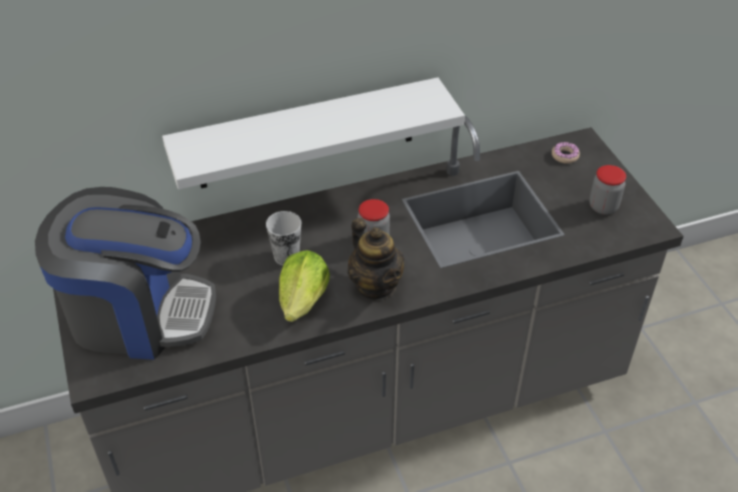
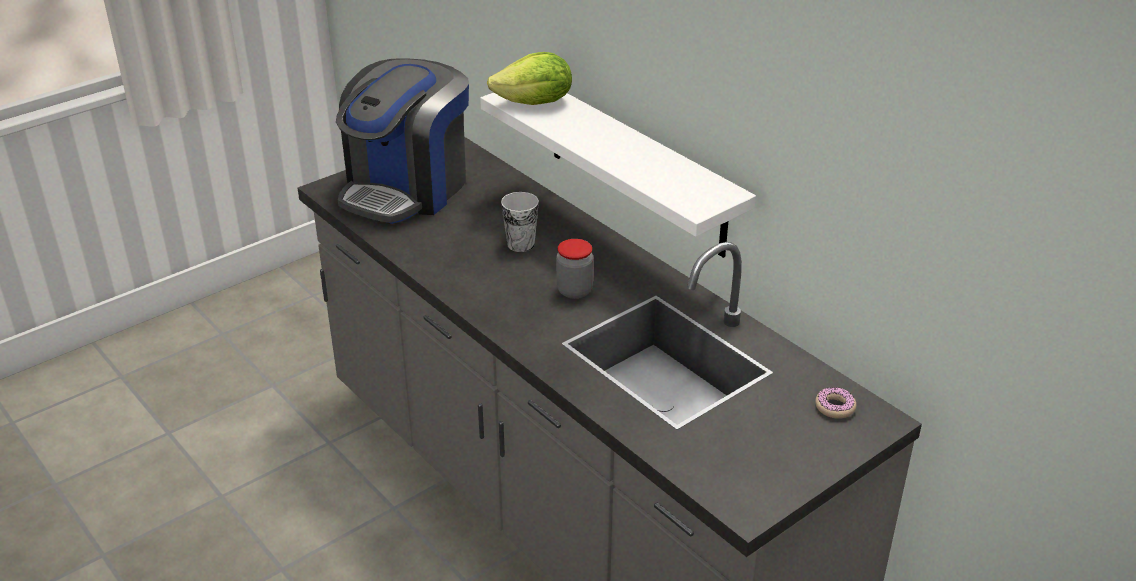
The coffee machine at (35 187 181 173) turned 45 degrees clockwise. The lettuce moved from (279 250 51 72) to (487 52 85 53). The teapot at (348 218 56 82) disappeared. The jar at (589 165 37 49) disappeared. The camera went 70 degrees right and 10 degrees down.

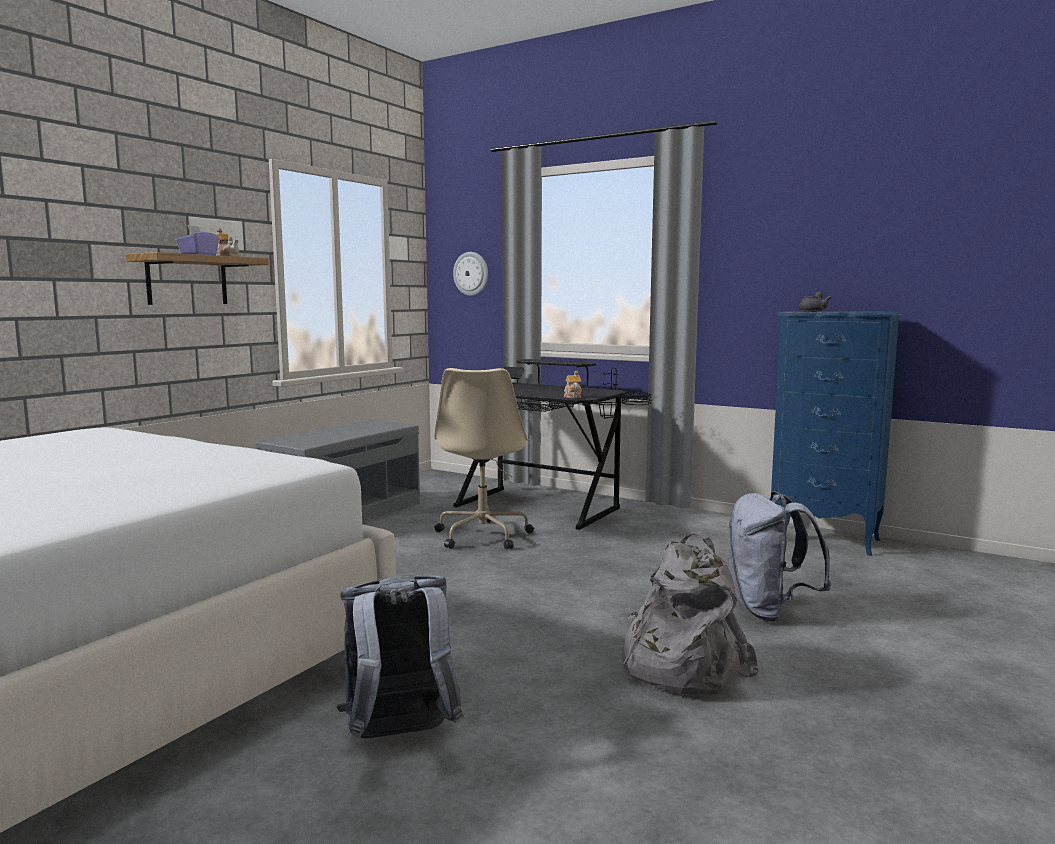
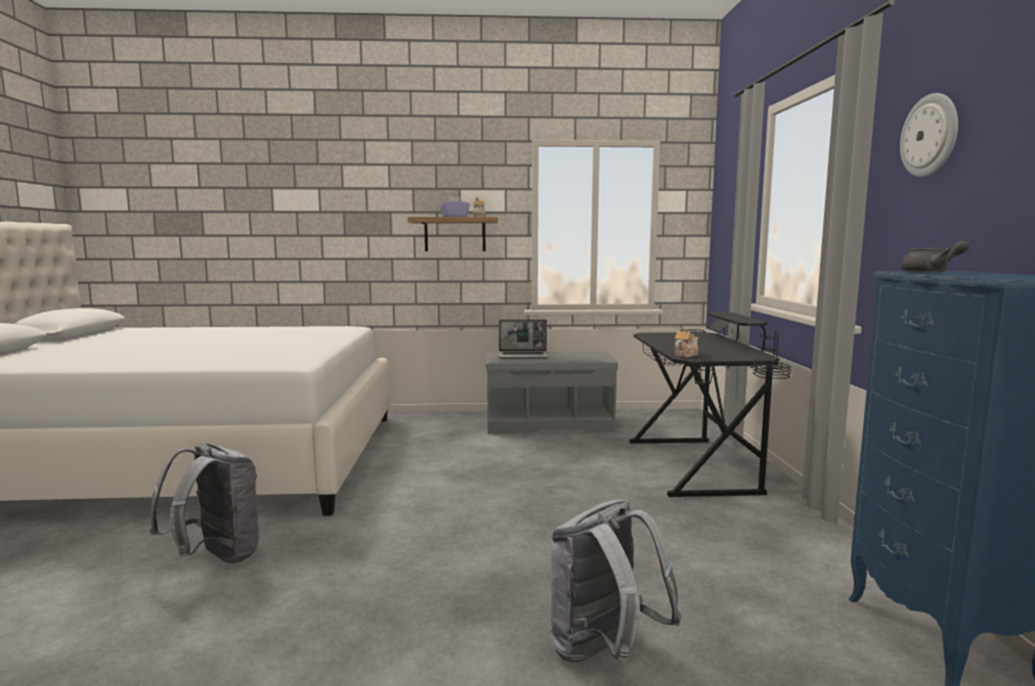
The laptop at (498 319 51 40) appeared. The wall clock moved from (453 252 35 44) to (900 93 58 84). The beige office chair at (434 368 100 181) disappeared. The grey backpack at (622 531 137 164) disappeared. The camera went 55 degrees right and 0 degrees up.

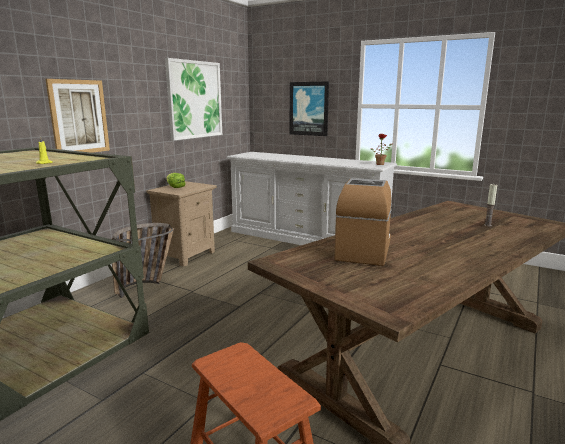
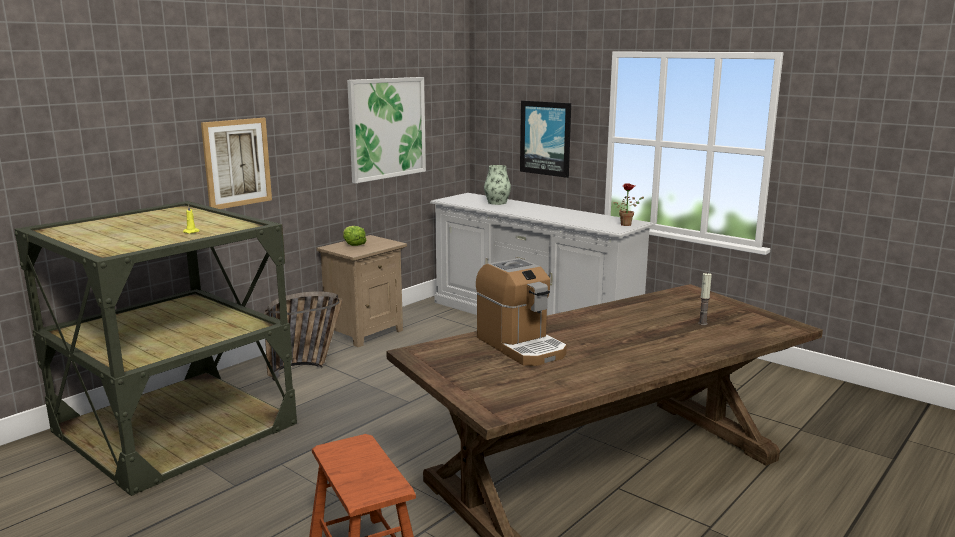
The coffee machine at (334 178 57 88) turned 120 degrees clockwise. The vase at (484 165 27 40) appeared. The camera went 10 degrees right and 0 degrees up.

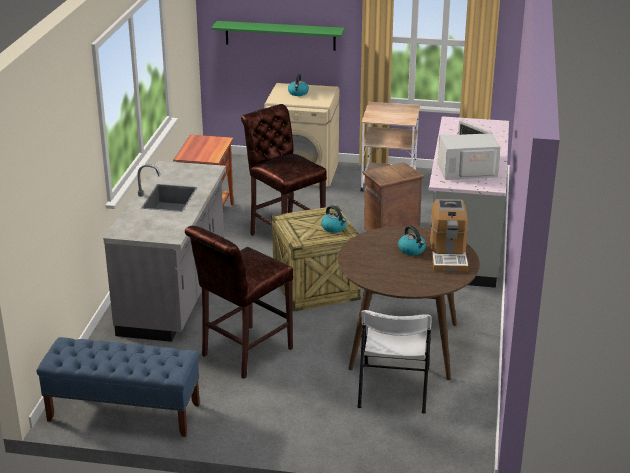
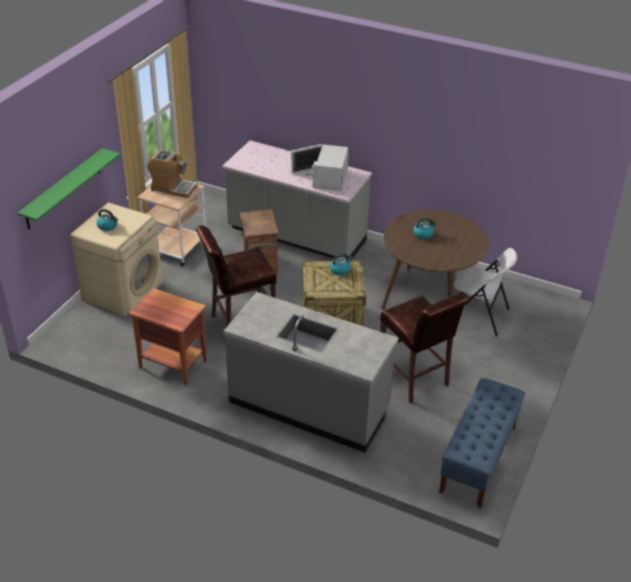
The coffee machine moved from (430 199 38 72) to (147 150 50 48). The camera went 75 degrees left and 10 degrees up.

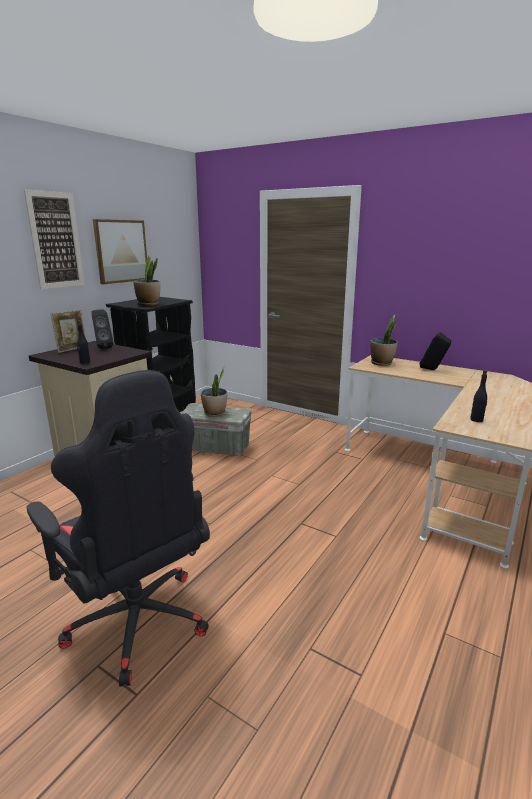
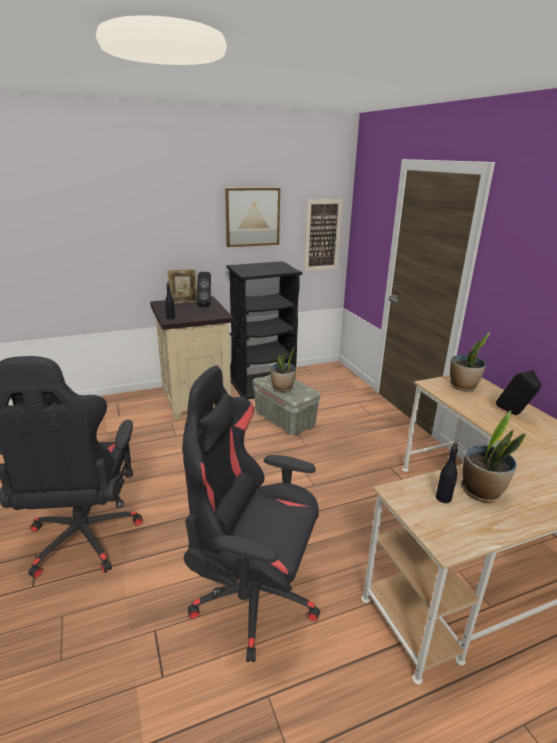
The black office chair at (182 365 138 297) appeared. The picture moved from (24 189 61 100) to (304 199 39 72). The potted plant moved from (134 254 27 52) to (461 411 65 91). The camera went 35 degrees right and 5 degrees up.

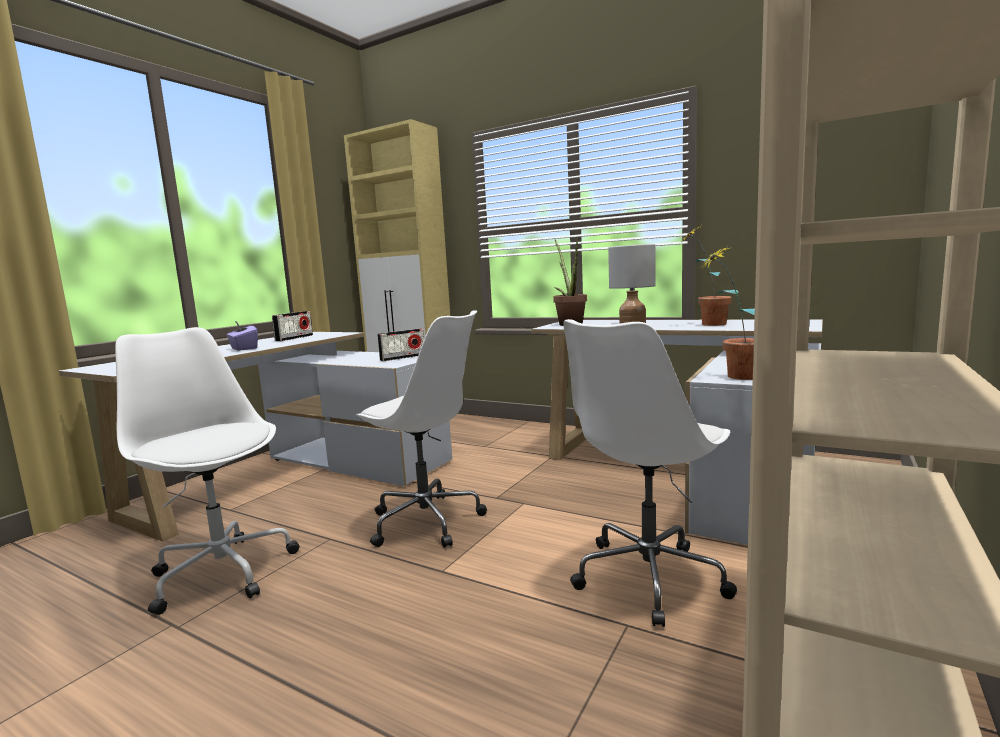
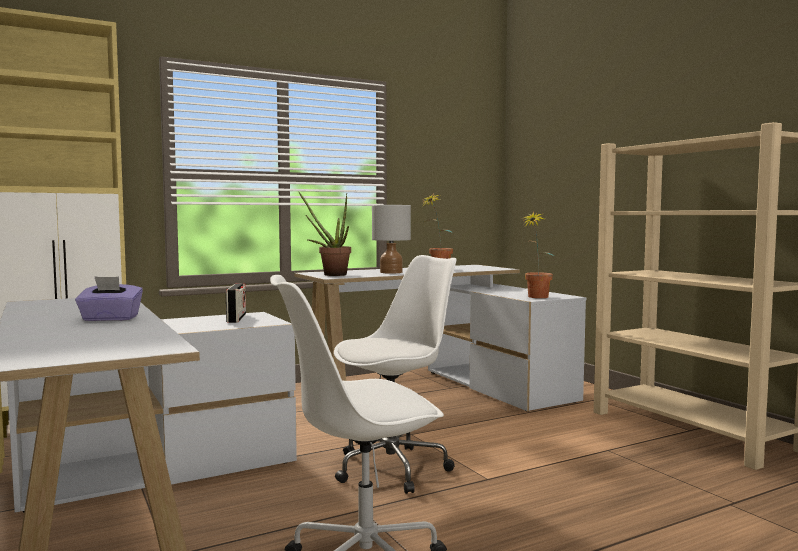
The radio at (272 311 41 30) disappeared. The white office chair at (564 319 173 308) disappeared. The camera went 60 degrees left and 5 degrees down.

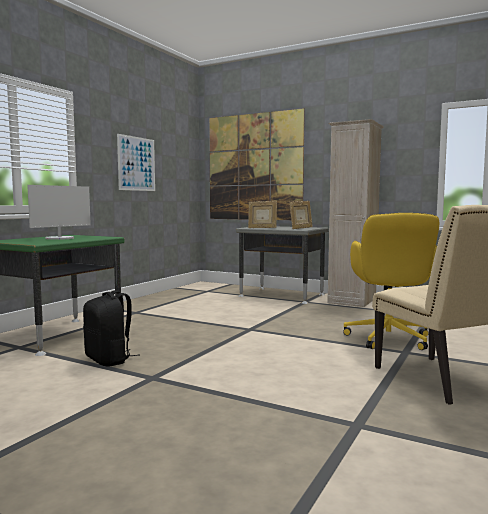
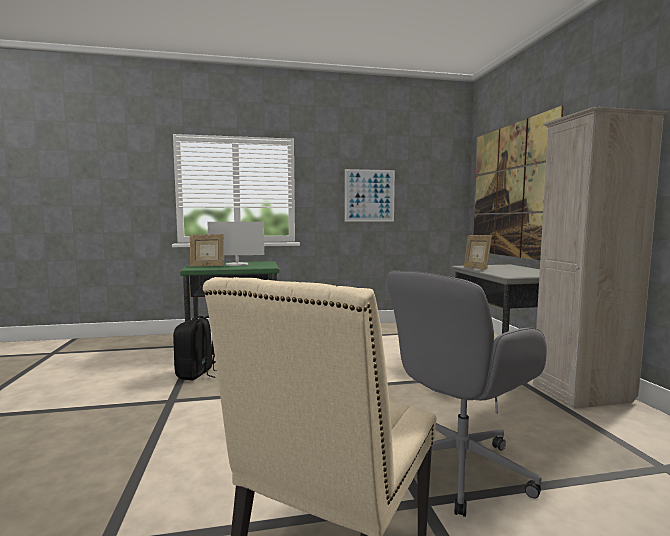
The picture frame moved from (289 201 24 28) to (190 234 34 33). The yellow office chair at (343 213 96 137) became the grey office chair at (387 271 160 246). The camera went 50 degrees right and 0 degrees up.

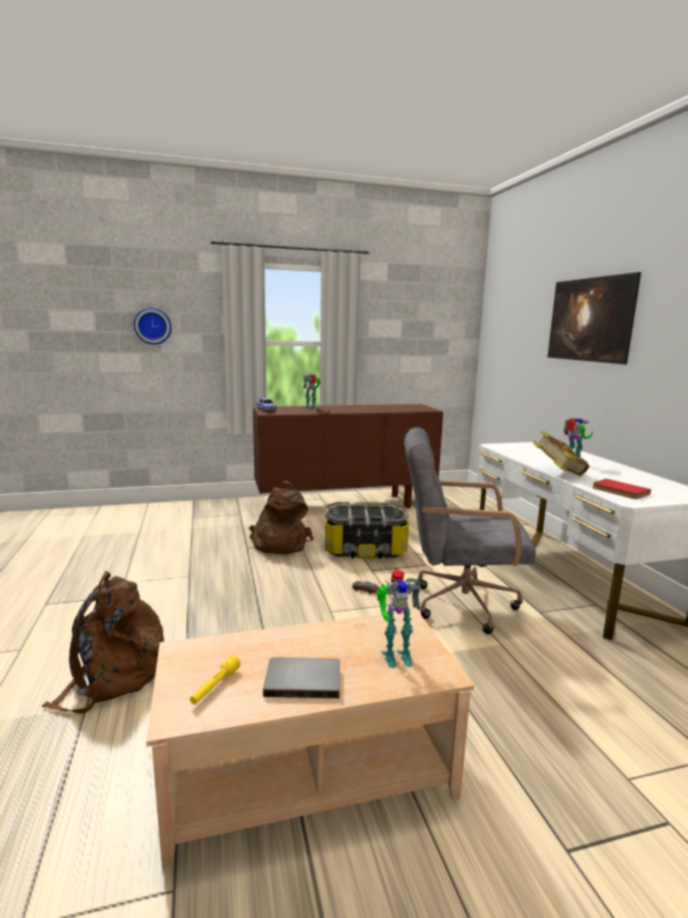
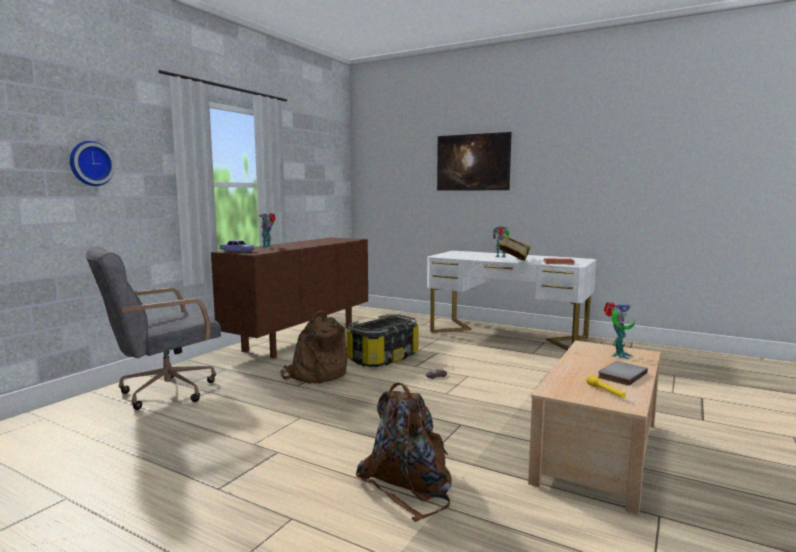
The grey office chair moved from (404 427 132 207) to (85 247 136 163). The camera went 45 degrees left and 5 degrees down.

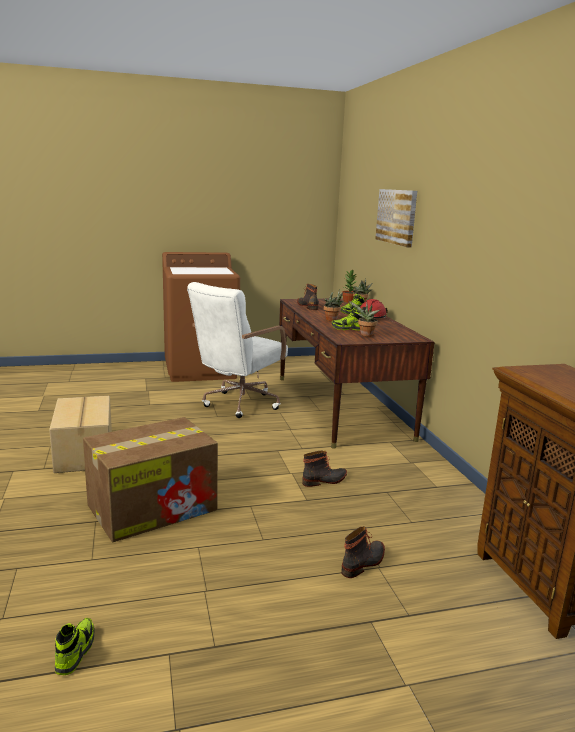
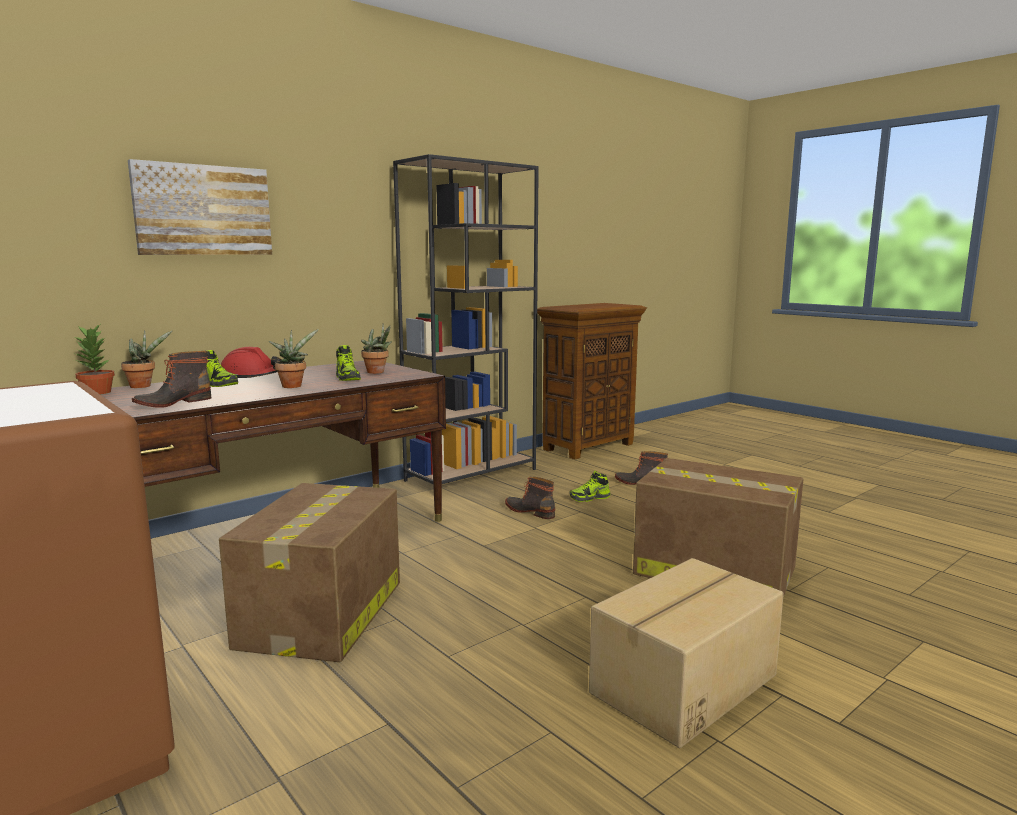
The white office chair at (187 282 101 136) was replaced by the cardboard box at (219 483 181 179). The bookcase at (393 154 146 330) appeared. The shoe moved from (55 618 40 57) to (569 471 41 31). The camera went 115 degrees left and 5 degrees down.

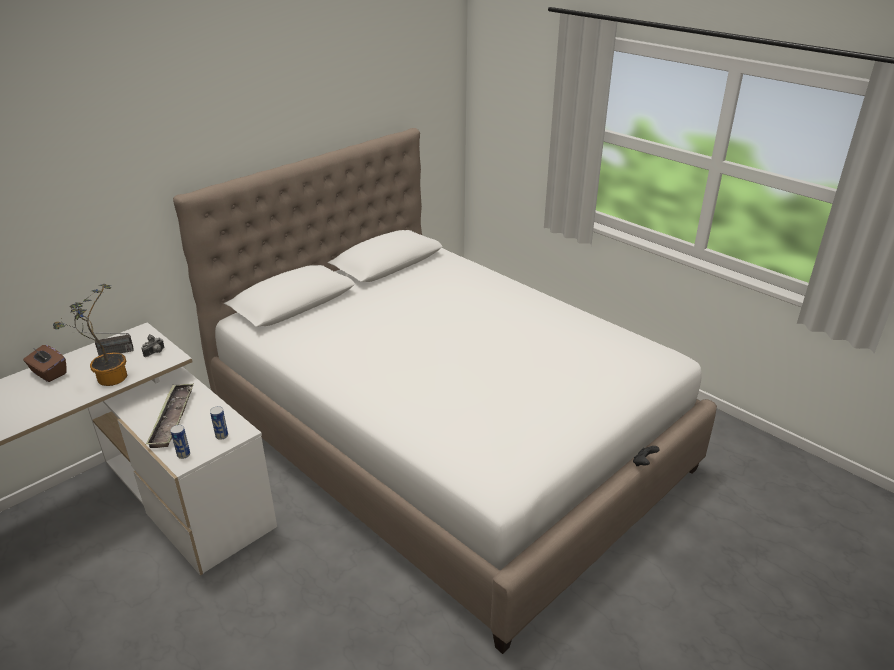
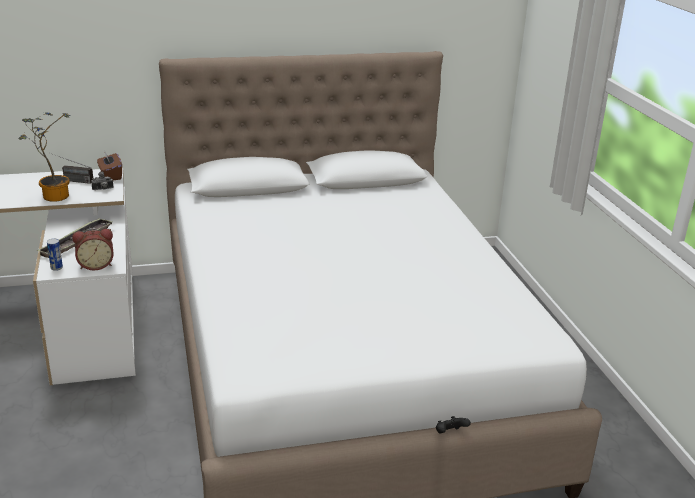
The can at (210 406 18 34) was replaced by the alarm clock at (72 229 42 41). The brown tissue box moved from (23 345 44 37) to (97 150 25 30). The camera went 30 degrees right and 5 degrees down.

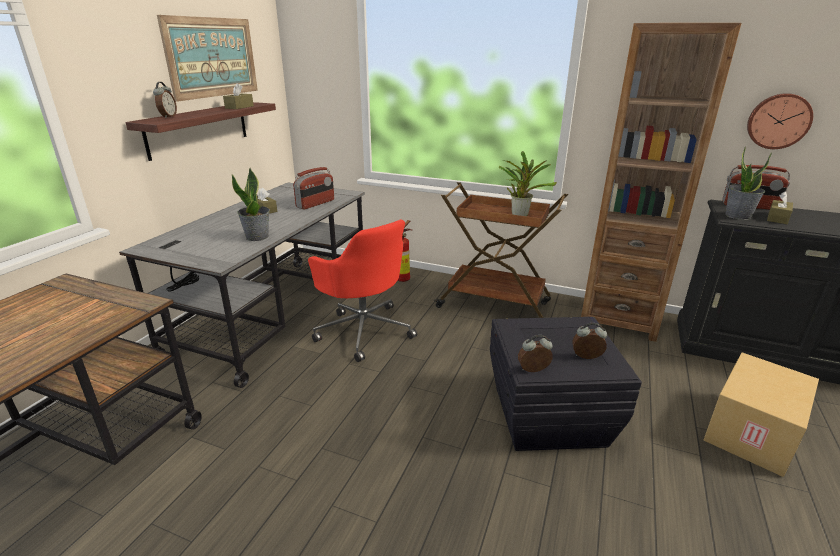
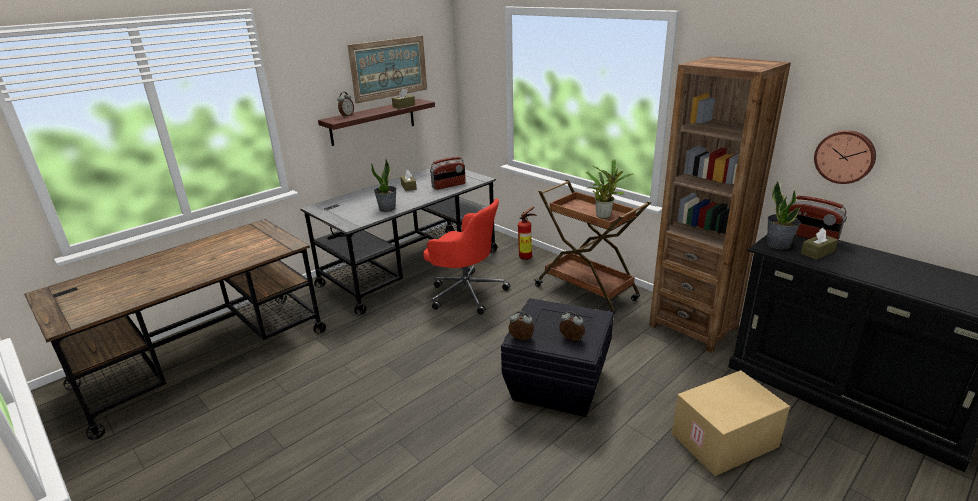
The red office chair at (308 220 109 142) turned 45 degrees counterclockwise. The camera went 25 degrees right and 0 degrees up.

